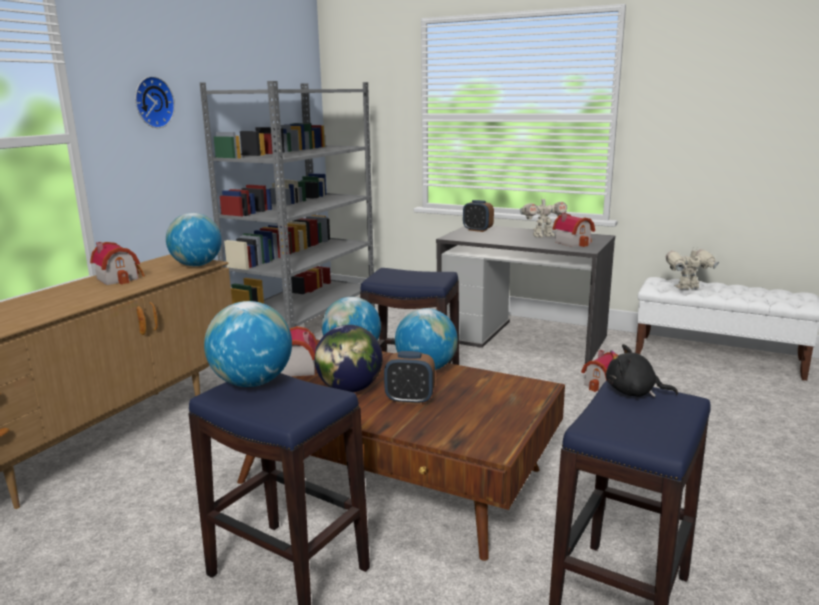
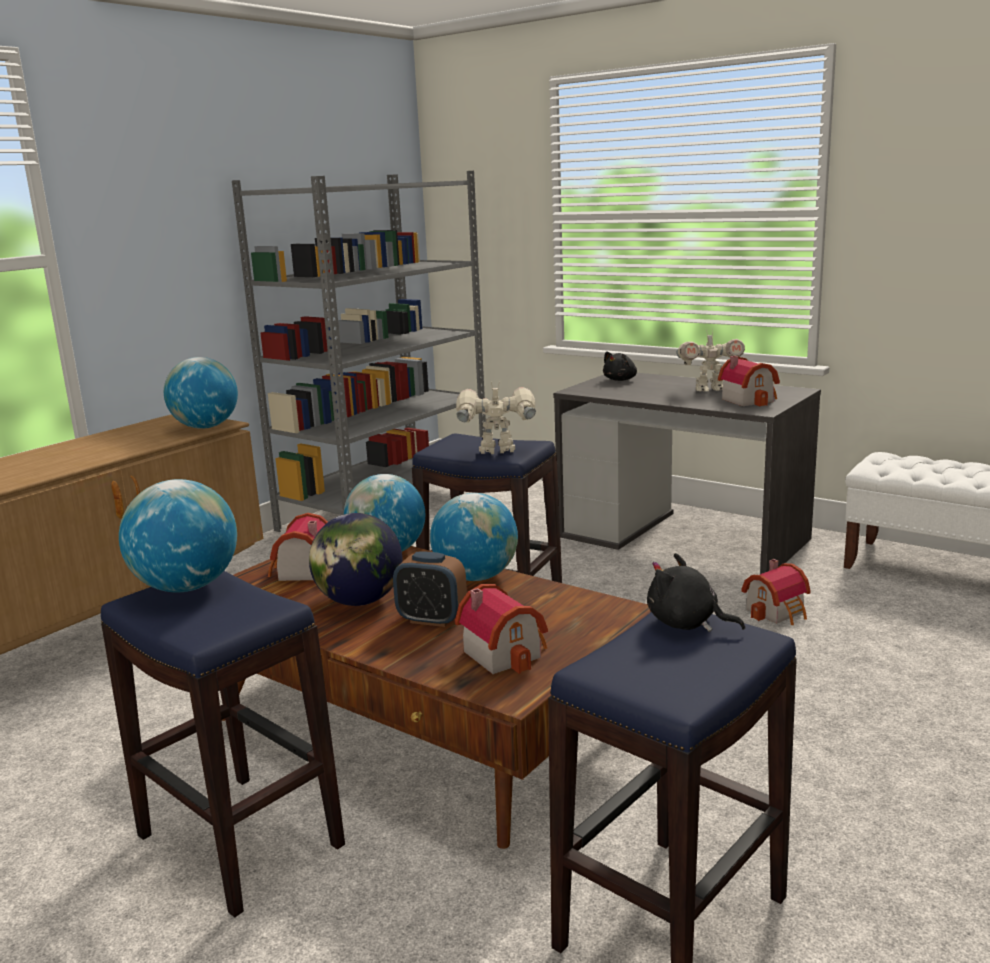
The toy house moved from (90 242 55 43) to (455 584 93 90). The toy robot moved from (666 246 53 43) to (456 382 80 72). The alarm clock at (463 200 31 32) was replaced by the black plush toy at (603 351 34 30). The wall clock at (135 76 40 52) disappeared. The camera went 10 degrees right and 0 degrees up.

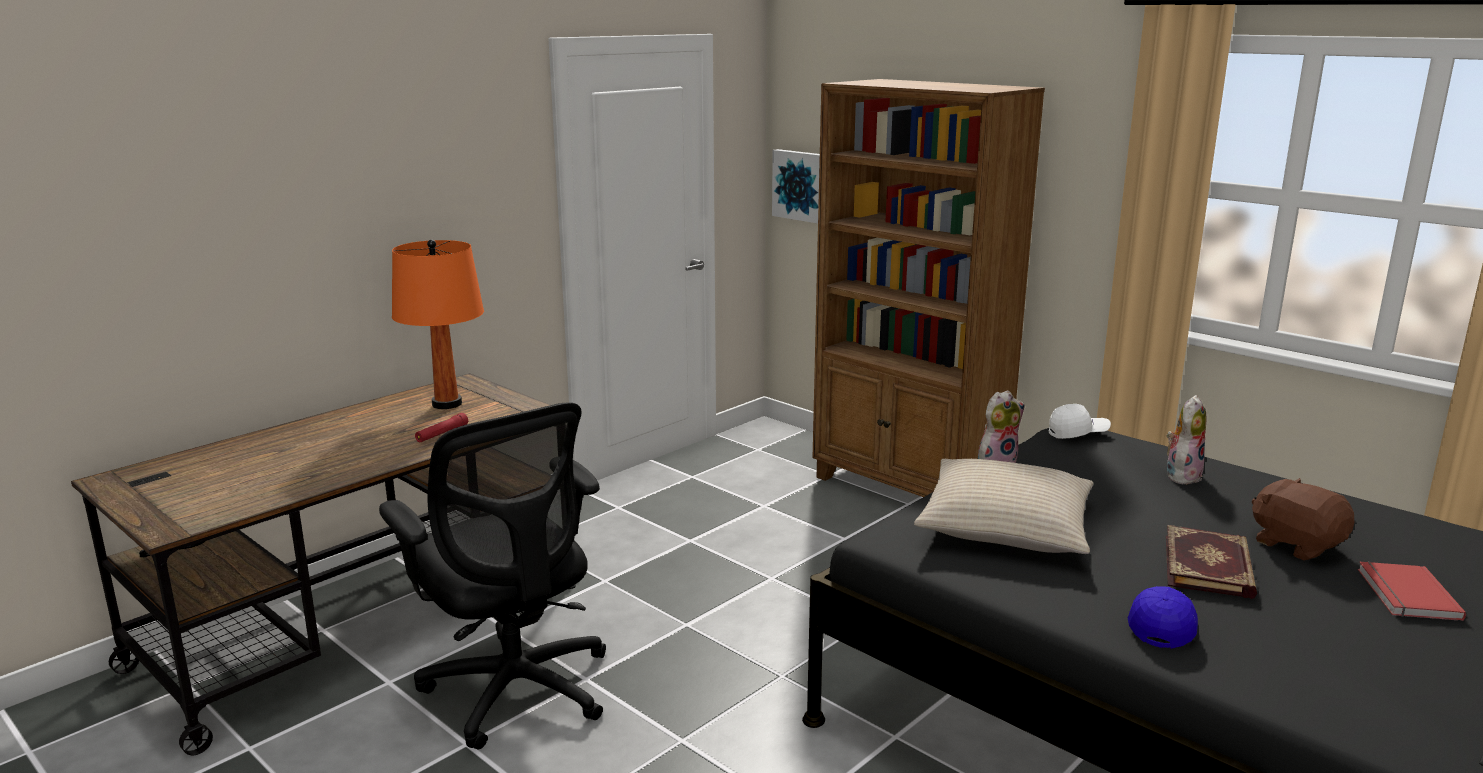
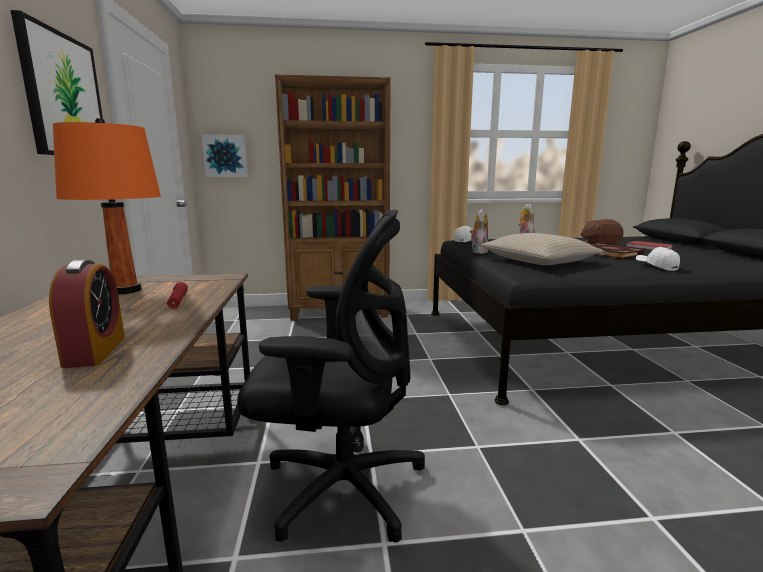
The picture at (11 10 92 145) appeared. The alarm clock at (49 260 76 108) appeared. The blue cap at (1128 586 70 63) became the white cap at (636 247 44 24). The camera went 50 degrees left and 5 degrees down.

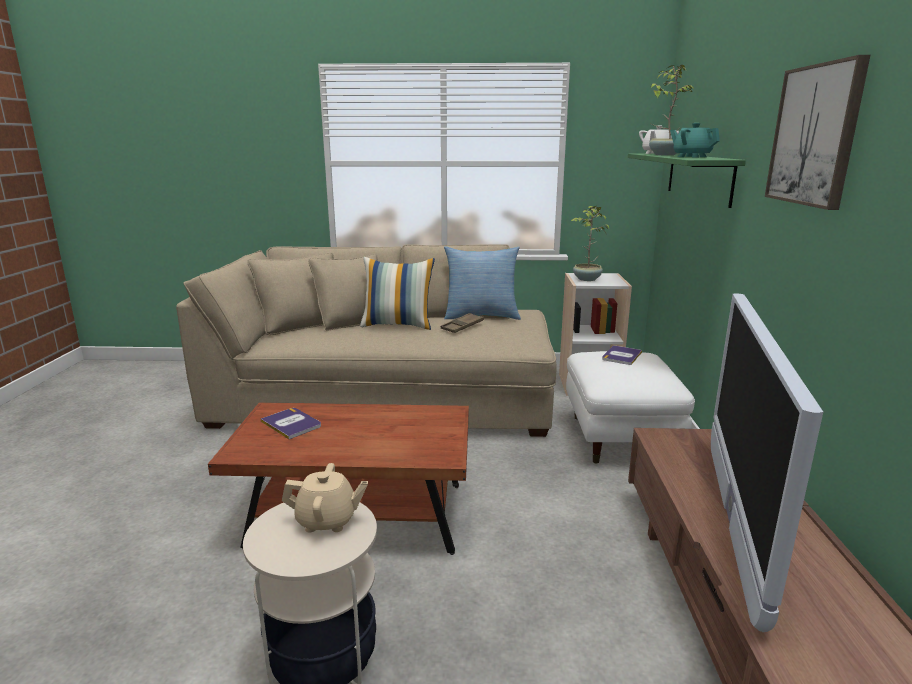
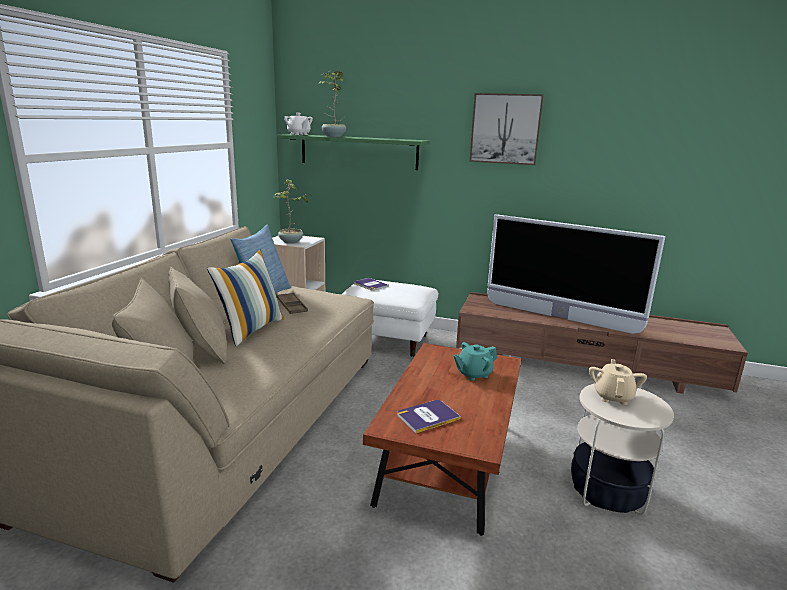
The turquoise teapot moved from (670 123 50 35) to (454 342 43 39). The camera went 75 degrees left and 0 degrees up.

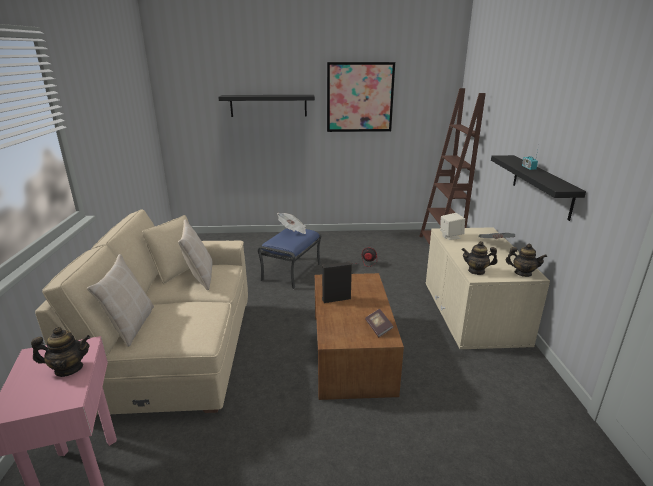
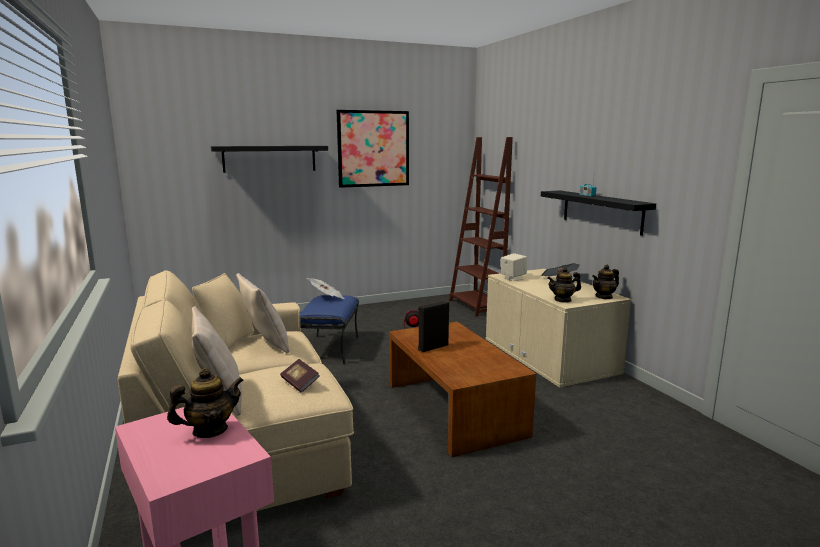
The book moved from (365 309 28 28) to (280 359 40 34). The teapot at (506 244 41 33) turned 150 degrees clockwise. The camera went 20 degrees left and 10 degrees down.

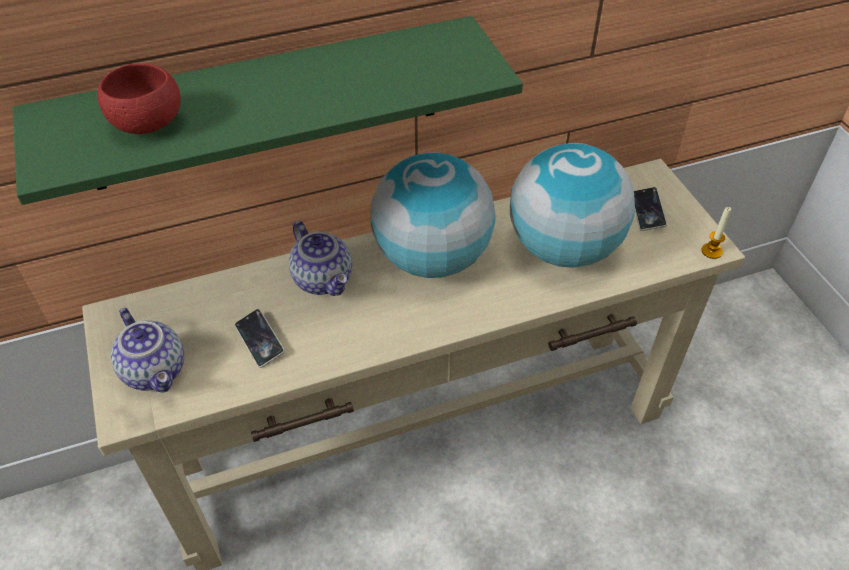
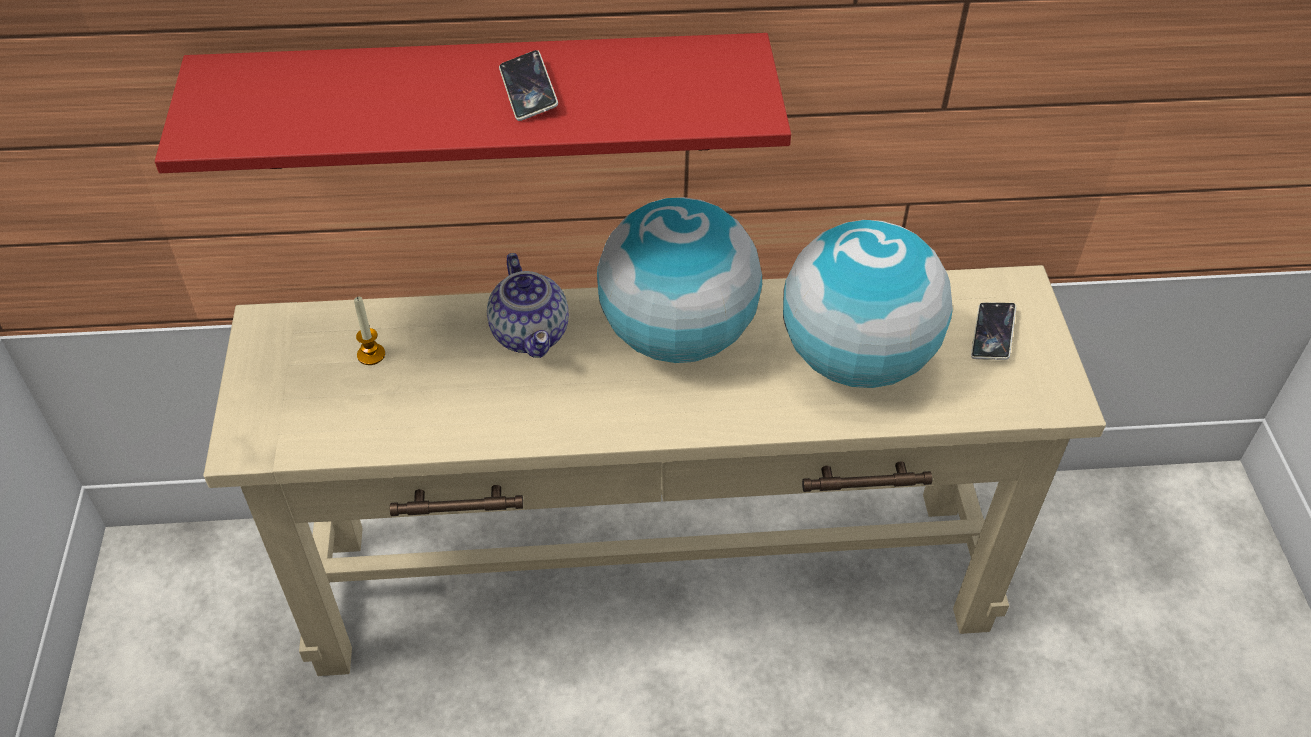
The green shelf at (12 16 511 189) became the red shelf at (155 33 636 140). The candle moved from (701 207 30 52) to (354 297 31 68). The phone moved from (235 309 50 59) to (499 50 59 71). The red bowl at (97 63 84 71) disappeared. The teapot at (110 308 74 85) disappeared. The camera went 15 degrees right and 0 degrees up.

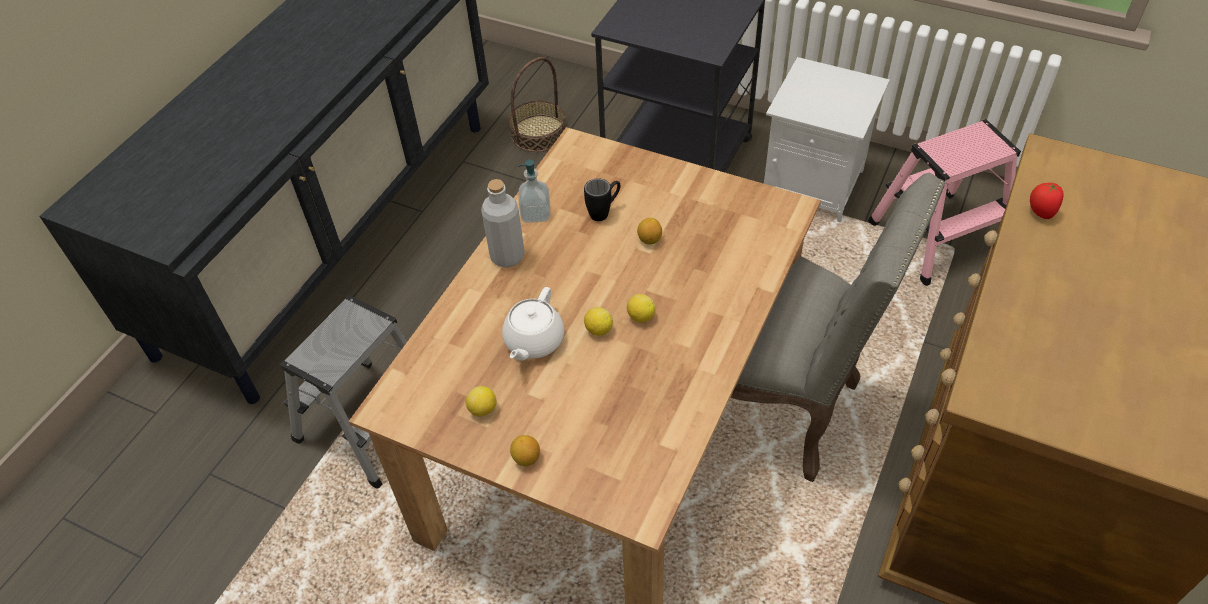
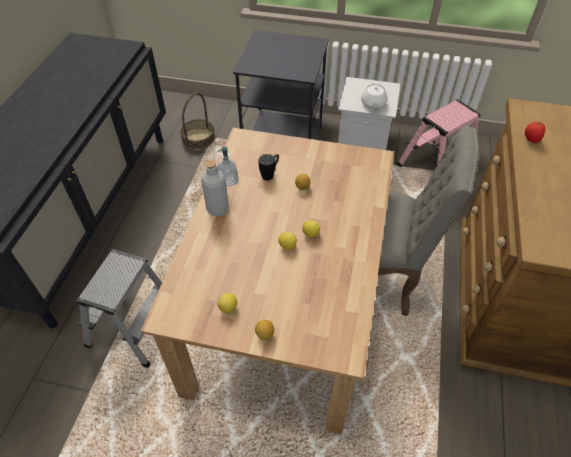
The white teapot moved from (502 287 62 74) to (361 81 26 28). The camera went 15 degrees left and 0 degrees up.

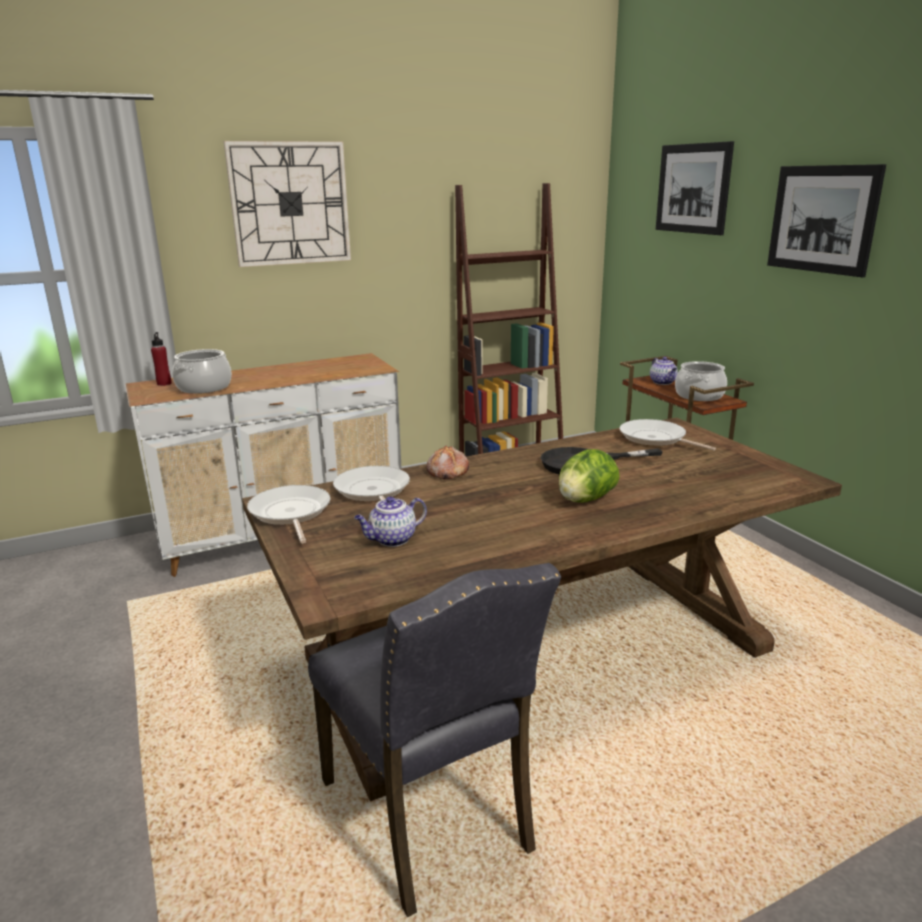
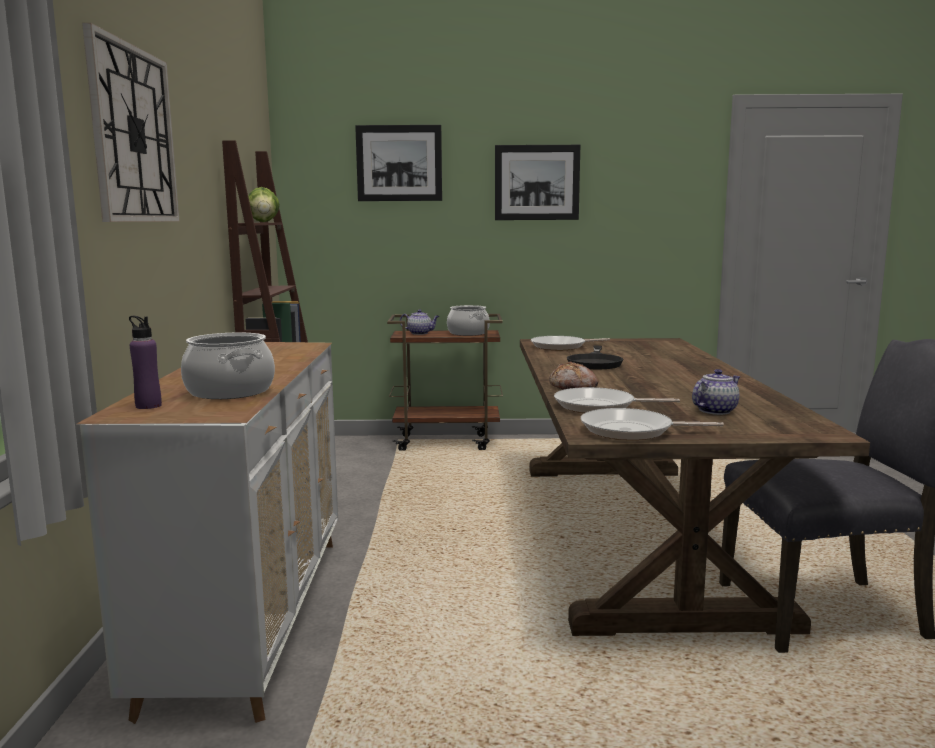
The red bottle at (151 332 21 54) became the purple bottle at (129 316 33 93). The lettuce moved from (559 449 61 54) to (248 187 32 35). The teapot at (354 496 73 51) turned 120 degrees counterclockwise. The camera went 65 degrees left and 10 degrees down.

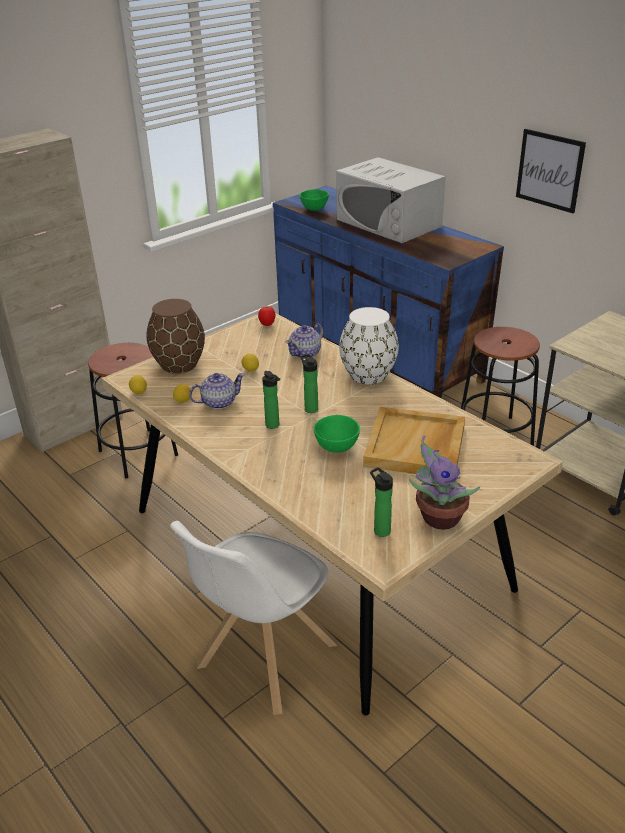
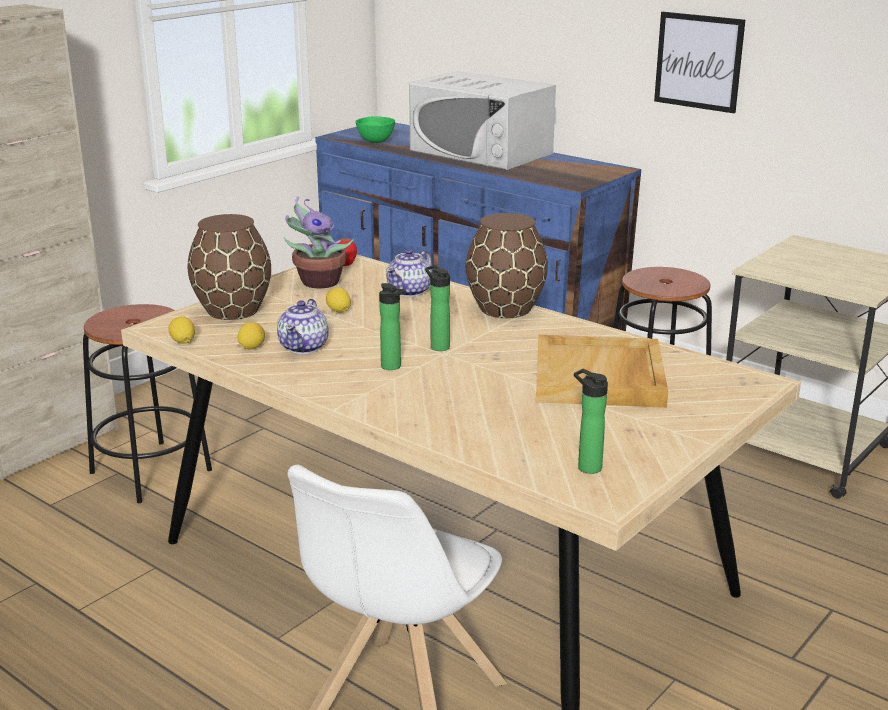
The teapot at (189 373 56 36) turned 135 degrees clockwise. The potted plant moved from (409 435 71 95) to (284 196 70 93). The white vase at (339 307 60 77) became the brown vase at (466 213 82 105). The green bowl at (314 415 46 38) disappeared. The camera went 10 degrees left and 10 degrees down.

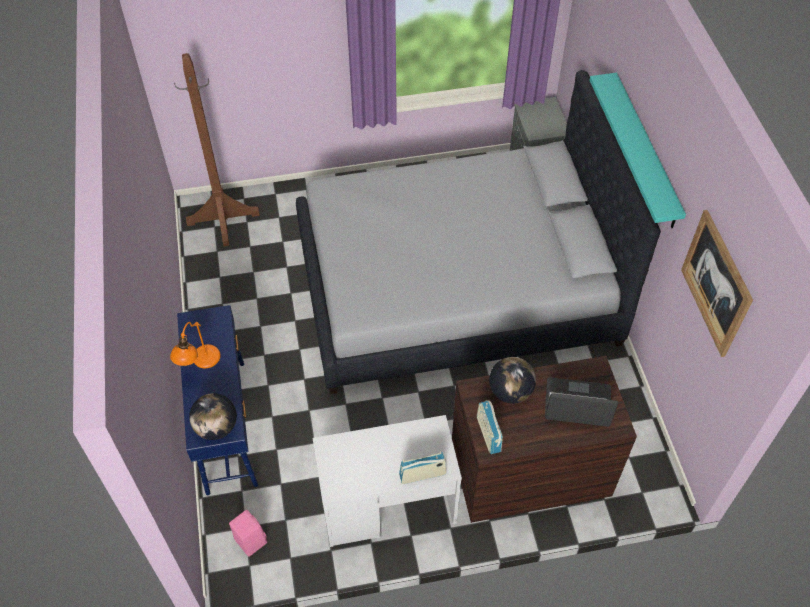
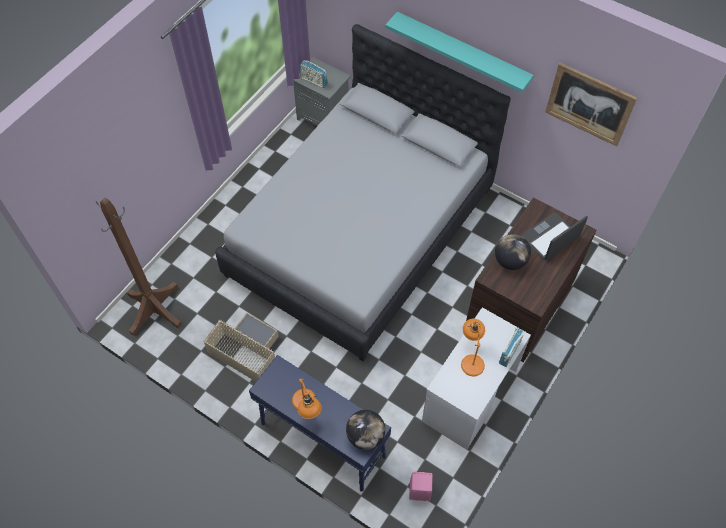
The beige storage box at (203 313 76 69) appeared. The radio moved from (477 400 26 54) to (300 60 28 28). The orange table lamp at (461 319 24 57) appeared. The camera went 45 degrees left and 5 degrees up.

